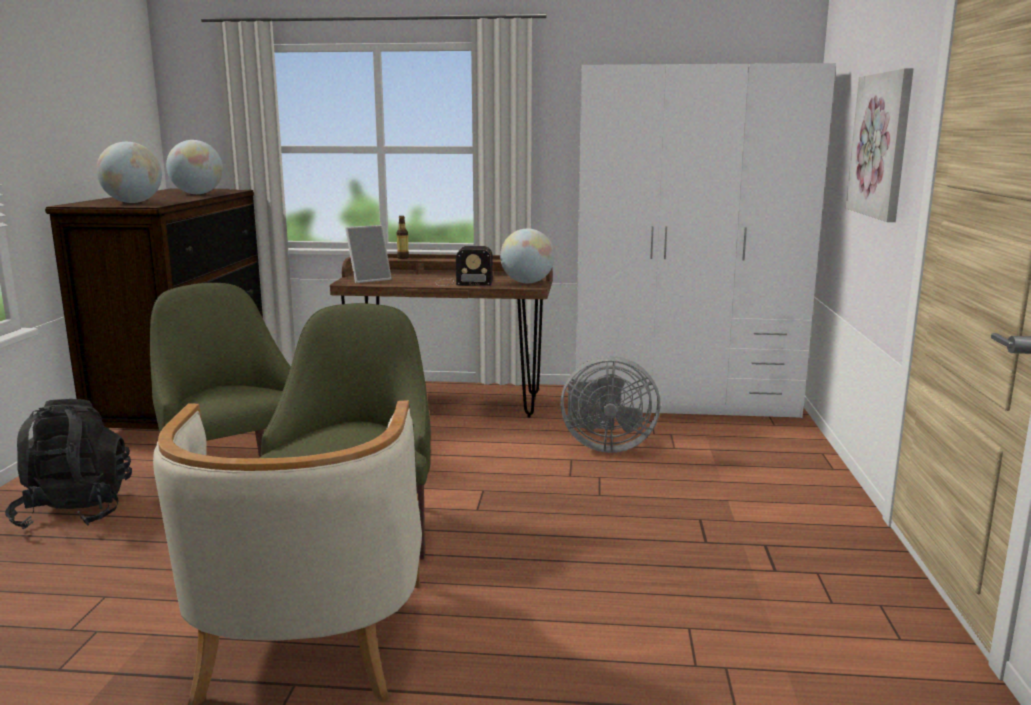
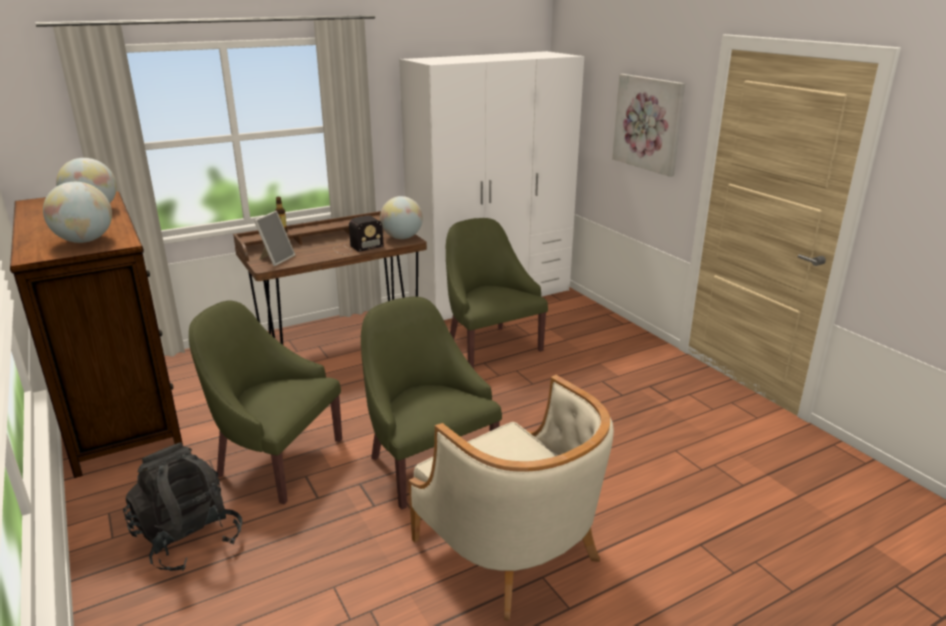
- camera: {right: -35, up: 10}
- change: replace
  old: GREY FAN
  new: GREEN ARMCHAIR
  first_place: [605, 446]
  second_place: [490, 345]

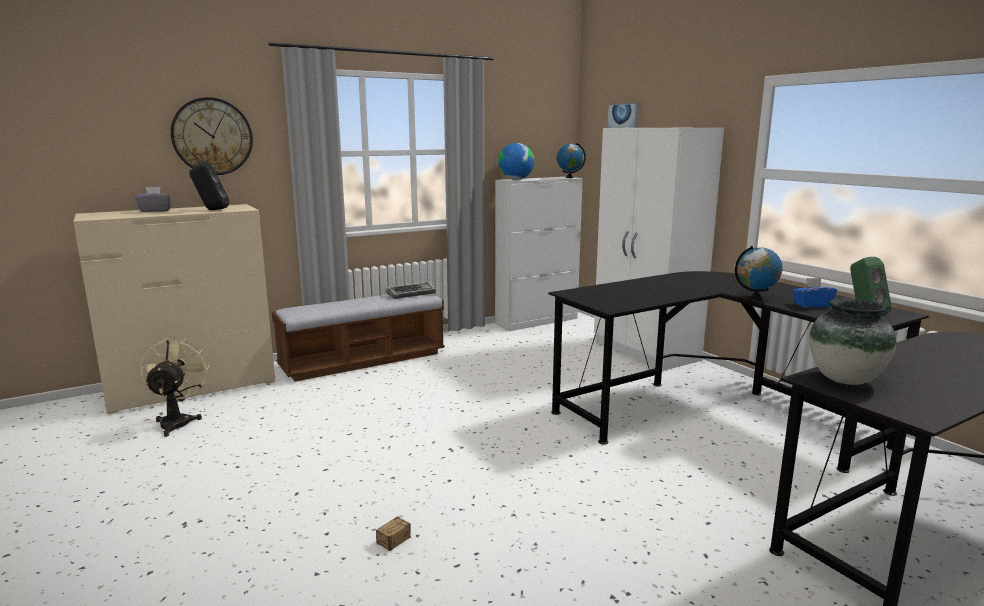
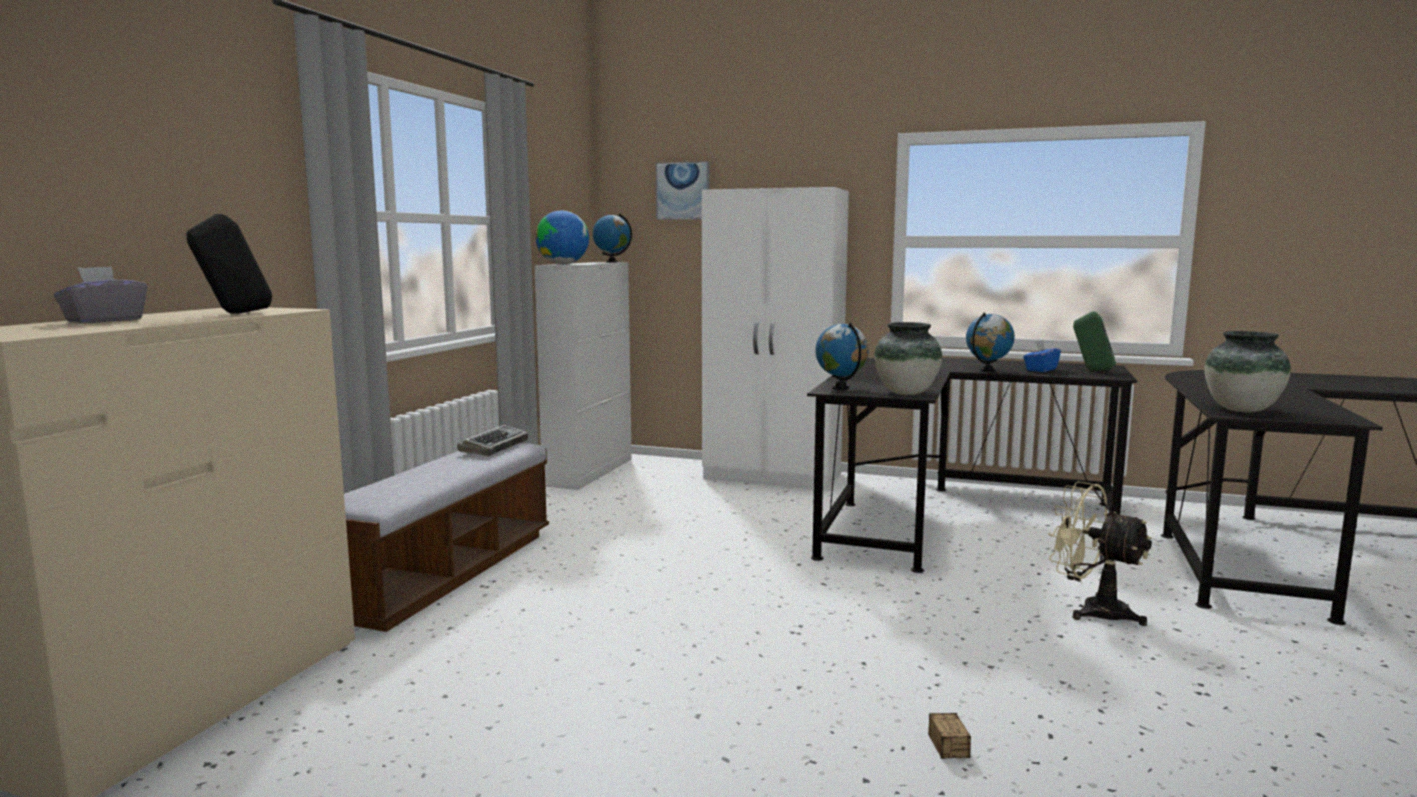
- camera: {right: -40, up: -5}
- change: insert
  new: GLOBE
  second_place: [841, 388]
- change: insert
  new: VASE
  second_place: [907, 393]
- change: move
  old: BEIGE FAN
  first_place: [178, 421]
  second_place: [1092, 610]
- change: delete
  old: WALL CLOCK
  first_place: [212, 136]

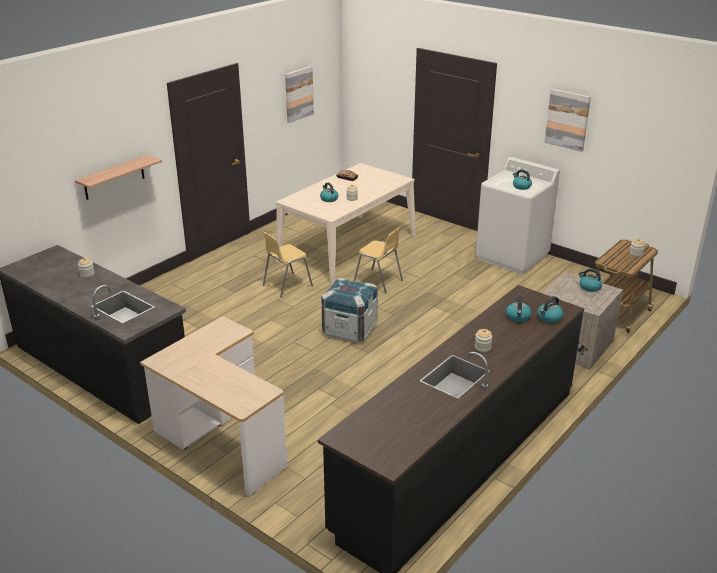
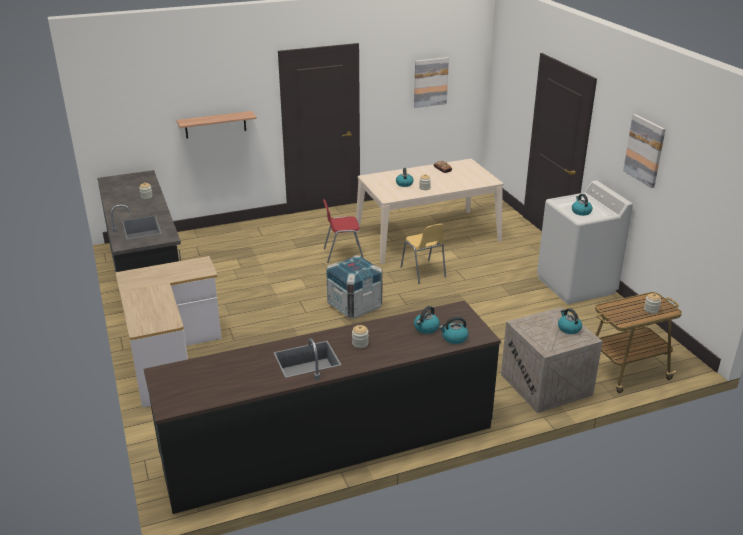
- camera: {right: 30, up: 0}
- change: recolor
  old: YELLOW CHAIR
  new: RED CHAIR
  first_place: [286, 285]
  second_place: [342, 254]

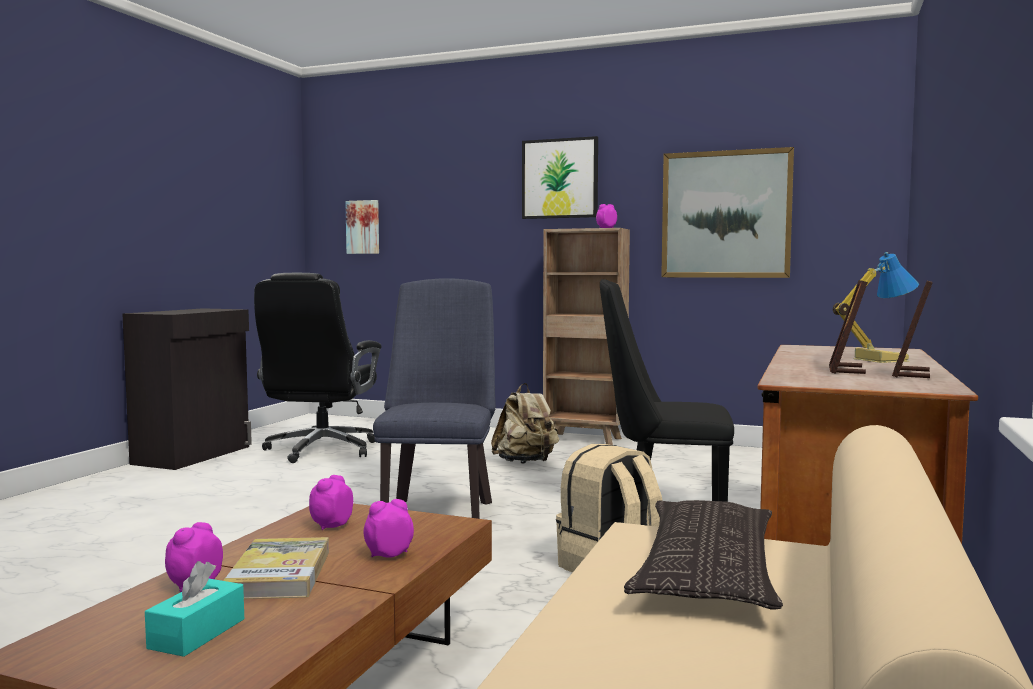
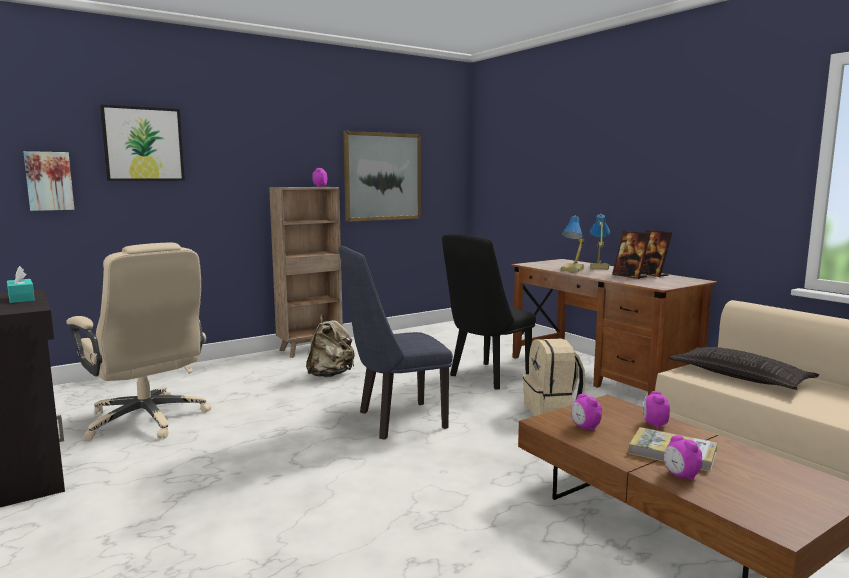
- camera: {right: -55, up: 5}
- change: move
  old: TURQUOISE TISSUE BOX
  first_place: [197, 633]
  second_place: [21, 298]
- change: recolor
  old: BLACK OFFICE CHAIR
  new: BEIGE OFFICE CHAIR
  first_place: [321, 450]
  second_place: [147, 420]
- change: move
  old: PICTURE
  first_place: [560, 178]
  second_place: [143, 144]
- change: rotate
  old: BLUE CHAIR
  first_place: [438, 510]
  second_place: [394, 421]
  degrees: -60
- change: insert
  new: TABLE LAMP
  second_place: [573, 270]

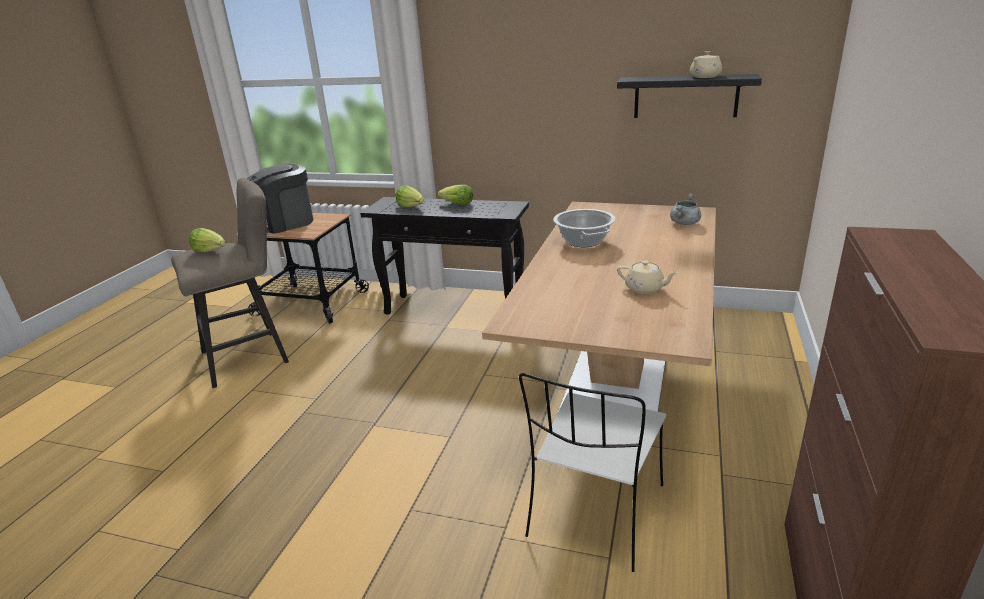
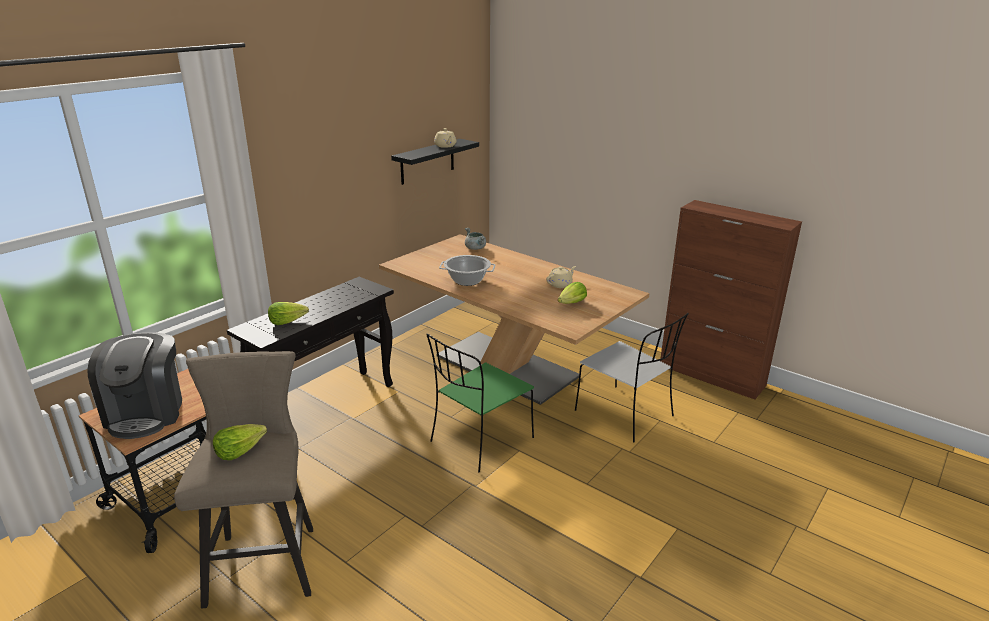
- camera: {right: -70, up: 0}
- change: insert
  new: GREEN CHAIR
  second_place: [480, 441]
- change: move
  old: LETTUCE
  first_place: [457, 204]
  second_place: [572, 303]

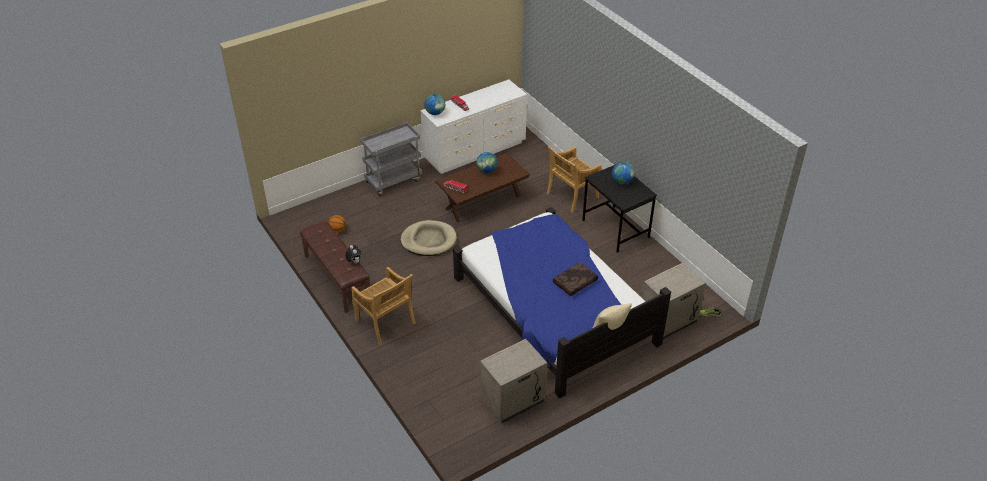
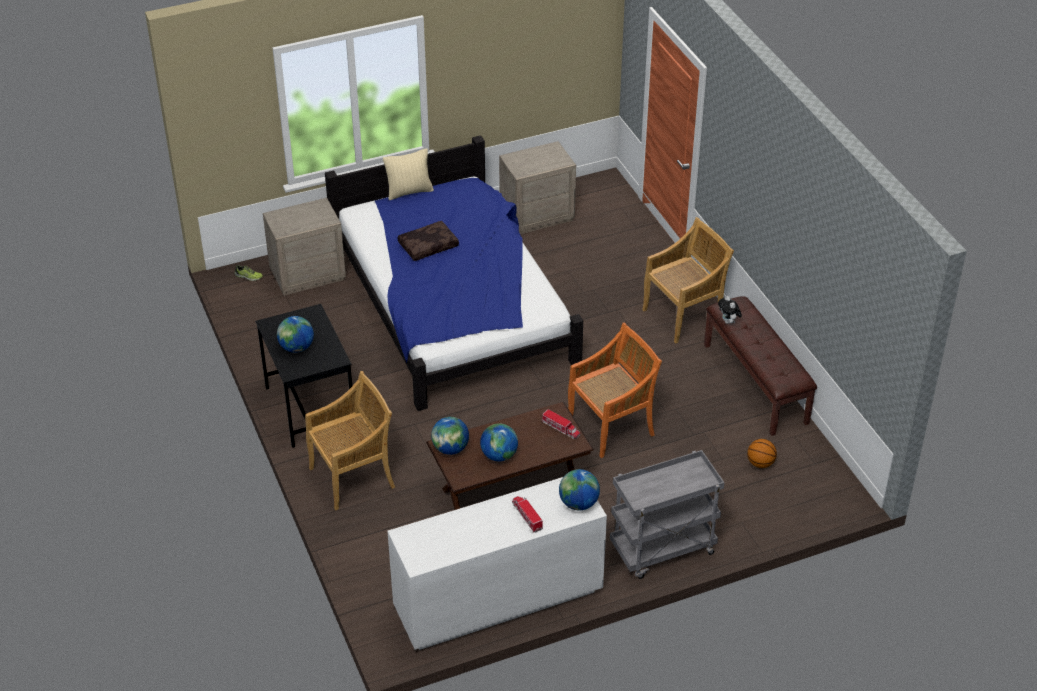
- camera: {right: -170, up: 0}
- change: insert
  new: GLOBE
  second_place: [450, 449]
- change: replace
  old: BEIGE DOG BED
  new: ORANGE CHAIR
  first_place: [428, 240]
  second_place: [612, 426]
- change: rotate
  old: BEIGE CHAIR
  first_place: [386, 322]
  second_place: [684, 316]
  degrees: 90

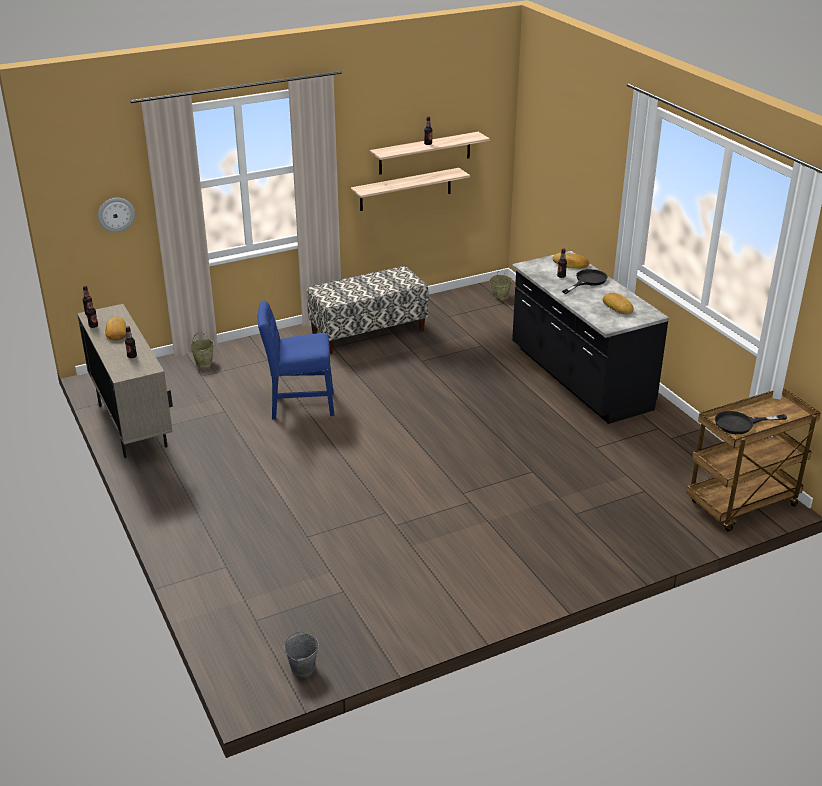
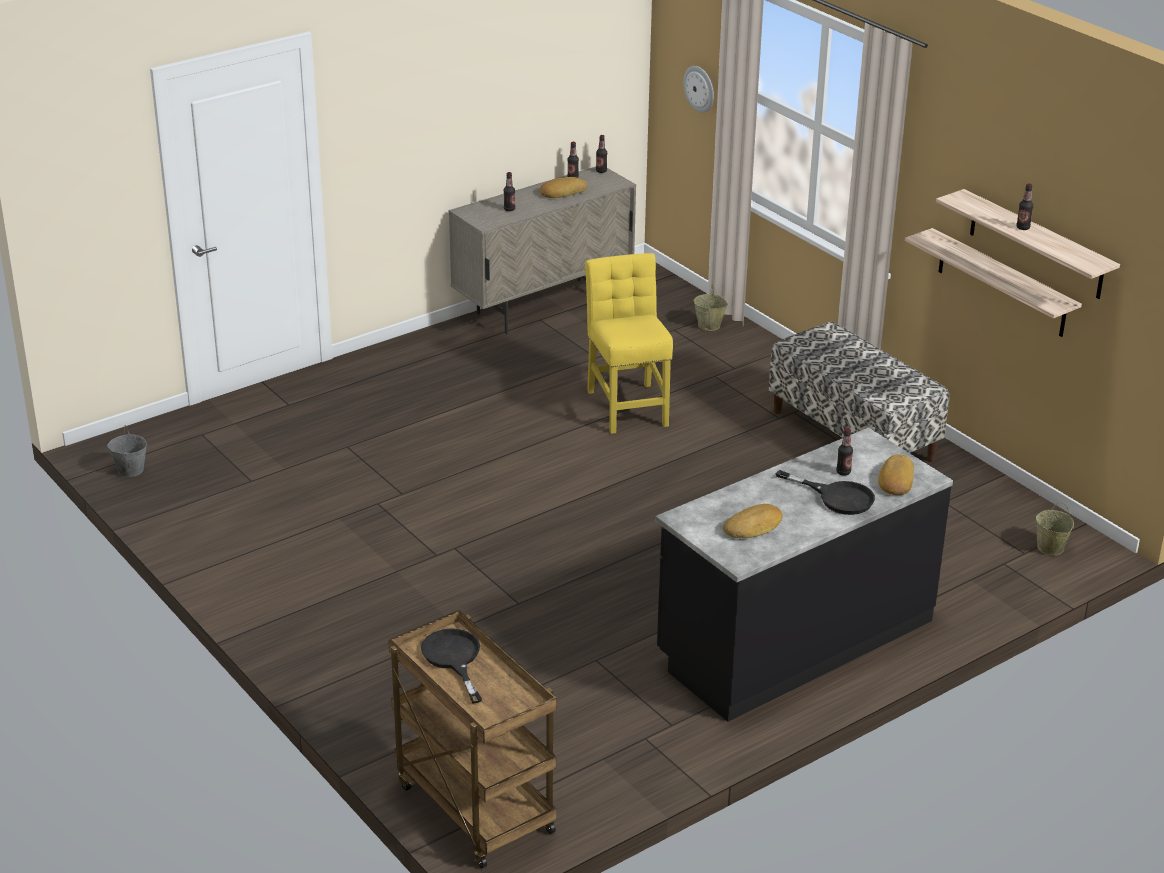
- camera: {right: 80, up: 0}
- change: recolor
  old: BLUE CHAIR
  new: YELLOW CHAIR
  first_place: [298, 405]
  second_place: [627, 405]

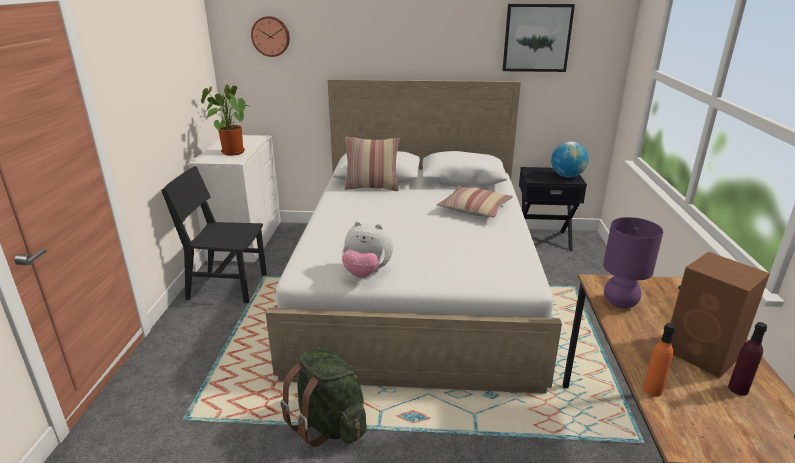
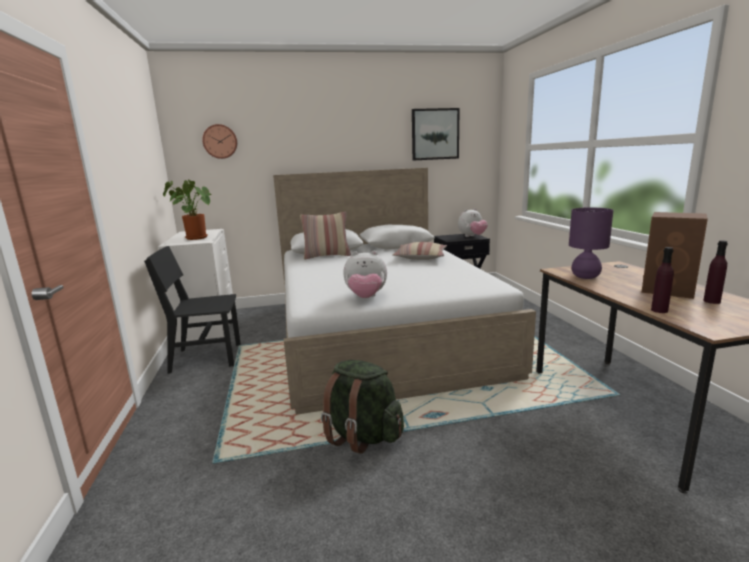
- camera: {right: -15, up: -10}
- change: replace
  old: GLOBE
  new: PLUSH TOY
  first_place: [567, 176]
  second_place: [472, 236]
- change: recolor
  old: ORANGE BOTTLE
  new: PURPLE BOTTLE
  first_place: [652, 390]
  second_place: [659, 310]

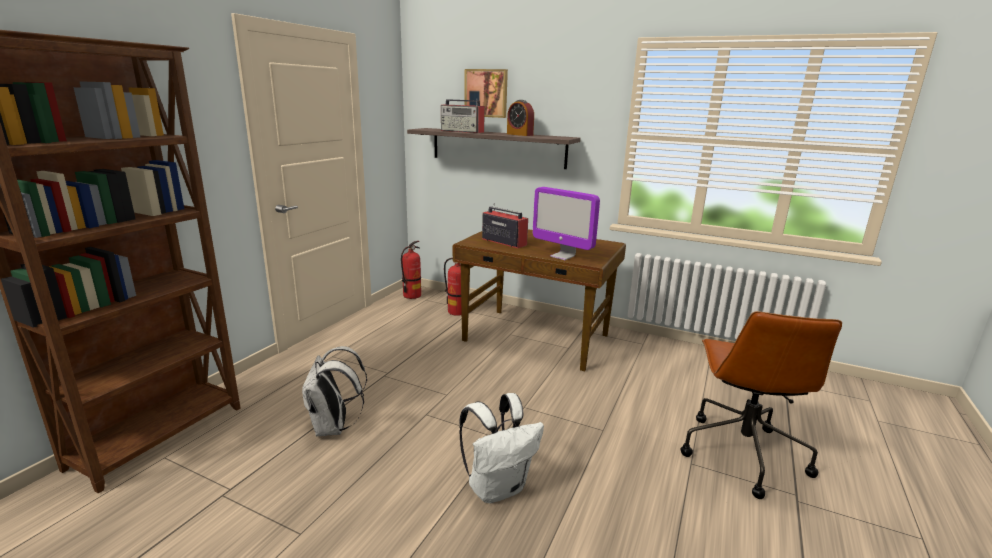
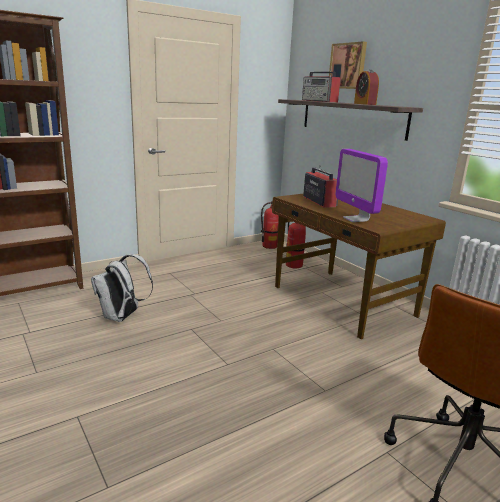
- camera: {right: 30, up: 0}
- change: delete
  old: WHITE BACKPACK
  first_place: [498, 487]

